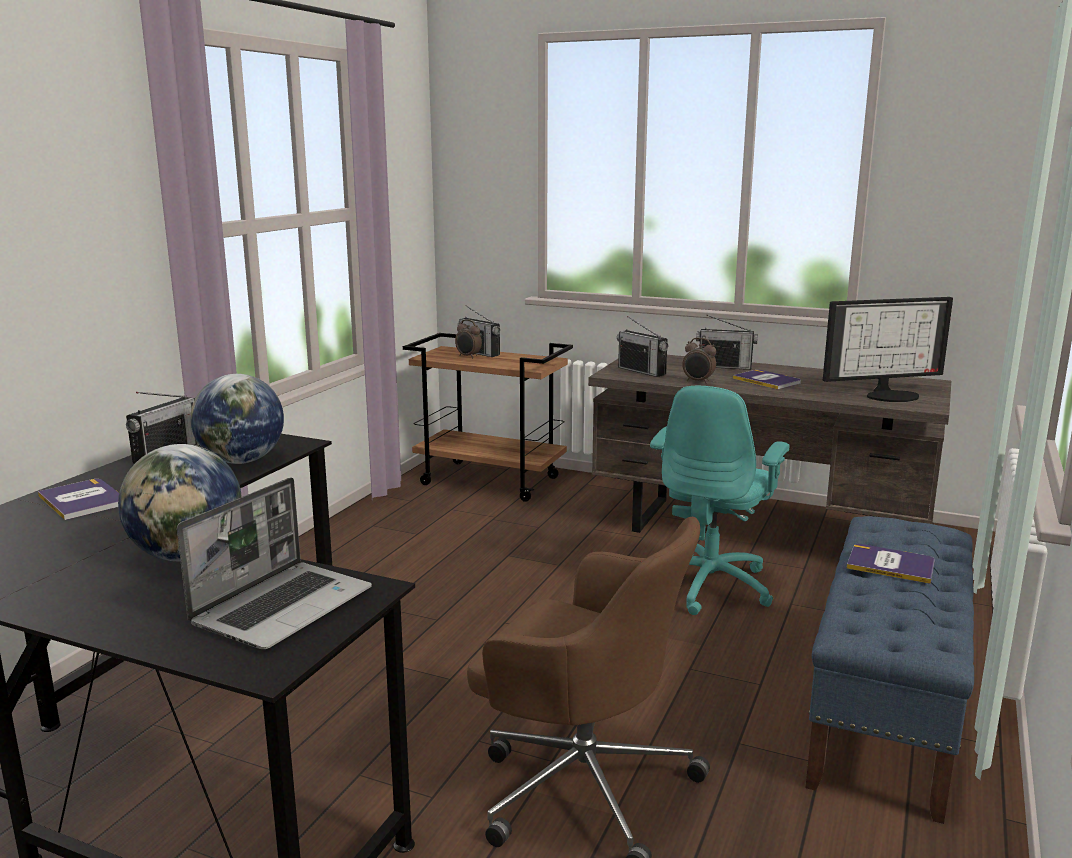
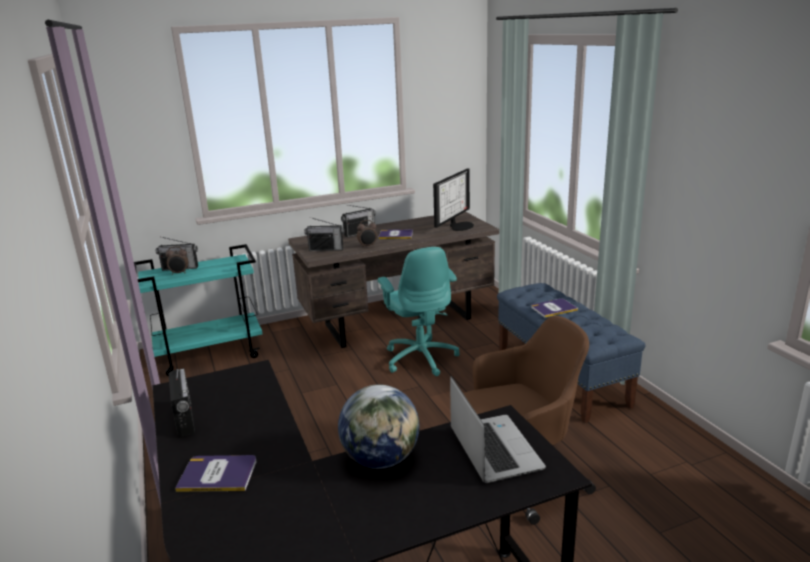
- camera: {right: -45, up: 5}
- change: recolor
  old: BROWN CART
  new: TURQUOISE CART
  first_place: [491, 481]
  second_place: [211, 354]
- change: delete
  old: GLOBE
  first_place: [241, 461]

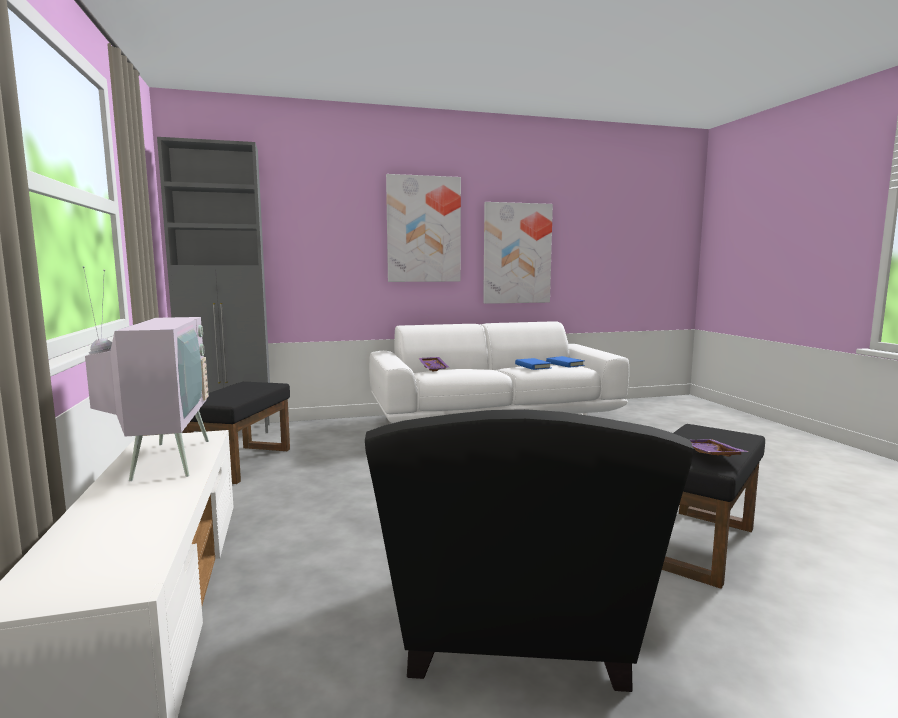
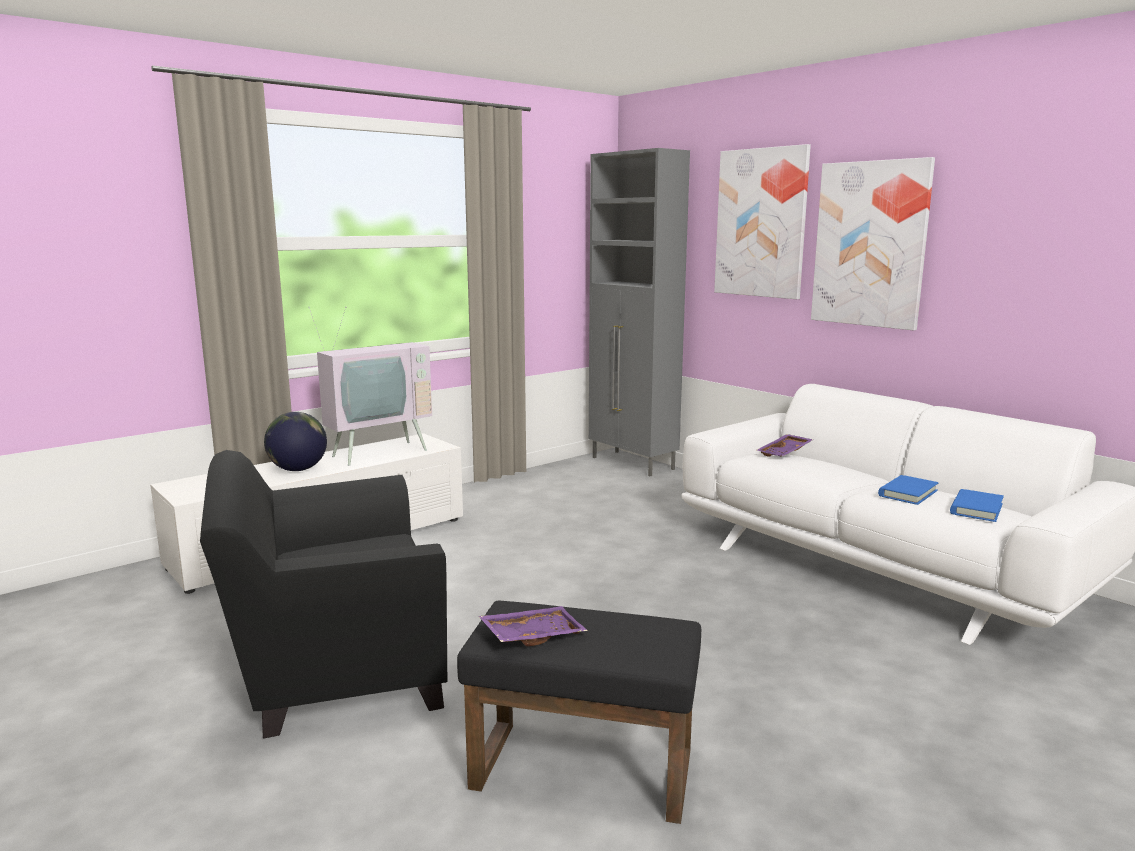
- camera: {right: 65, up: 5}
- change: insert
  new: GLOBE
  second_place: [298, 469]
- change: move
  old: PICTURE
  first_place: [517, 253]
  second_place: [761, 223]
- change: delete
  old: BLACK OTTOMAN
  first_place: [241, 462]

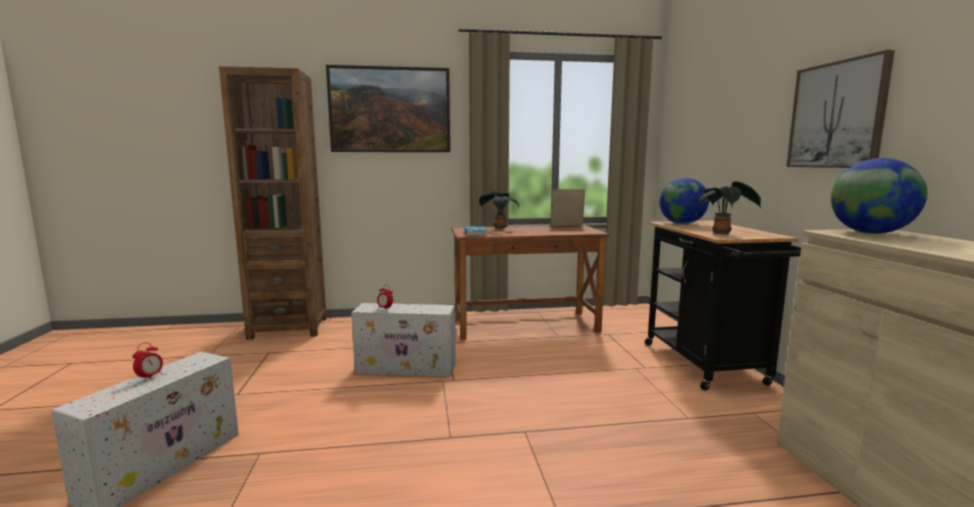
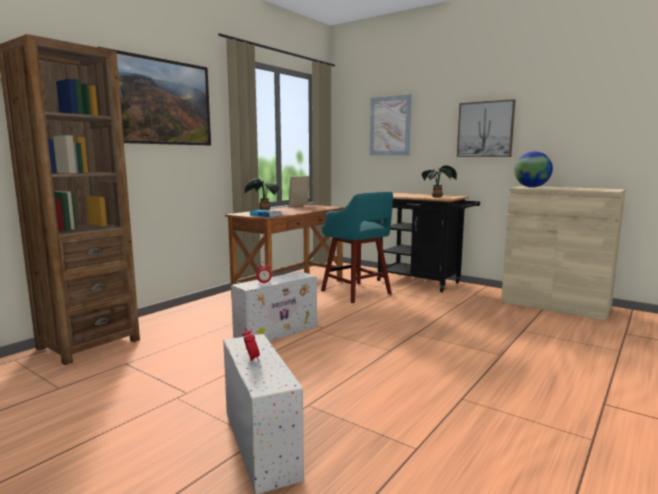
- camera: {right: -45, up: 0}
- change: insert
  new: TURQUOISE STOOL
  second_place: [357, 293]
- change: insert
  new: PICTURE
  second_place: [390, 126]
- change: delete
  old: GLOBE
  first_place: [682, 224]

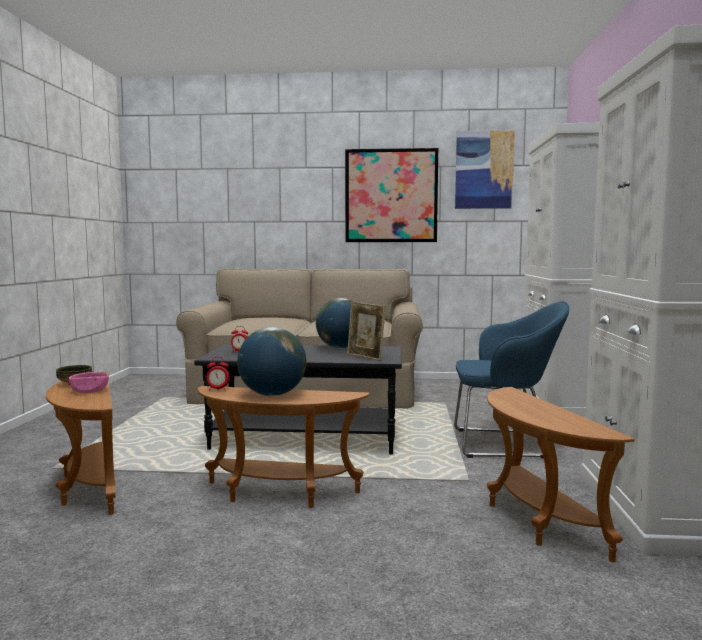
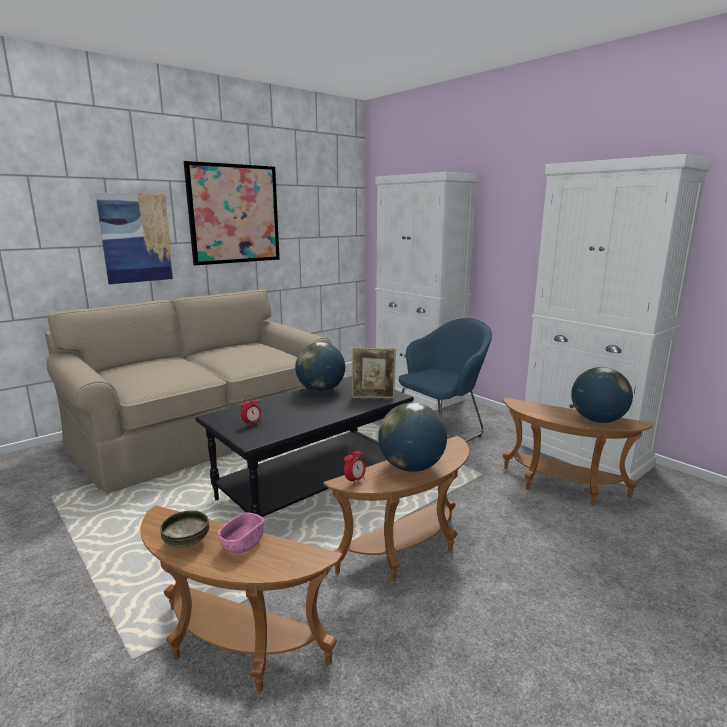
- camera: {right: -45, up: 10}
- change: move
  old: PICTURE
  first_place: [484, 170]
  second_place: [136, 238]
- change: insert
  new: GLOBE
  second_place: [598, 420]

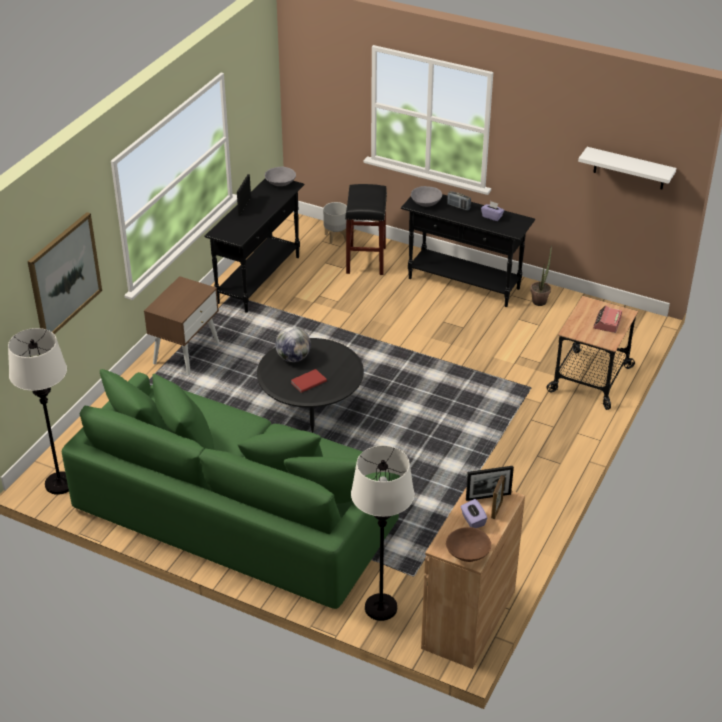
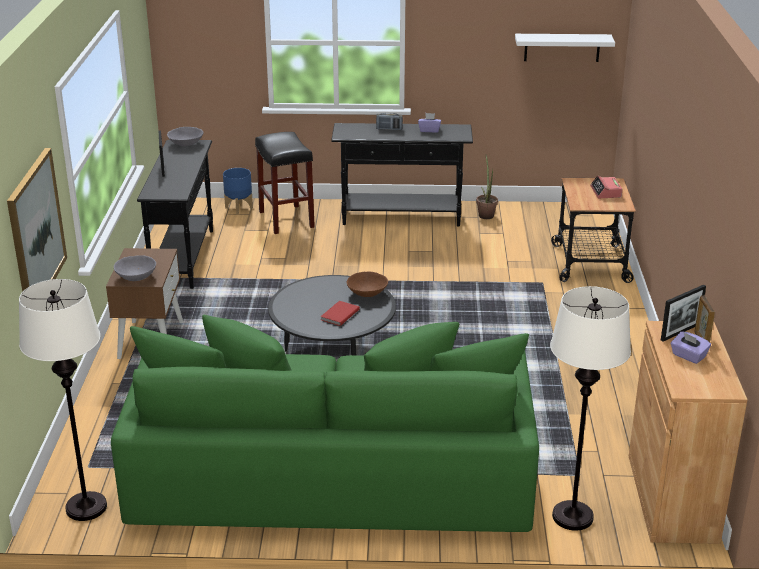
- camera: {right: -25, up: -10}
- change: move
  old: GREY BOWL
  first_place: [426, 203]
  second_place: [136, 277]
- change: recolor
  old: GREY PLANTER
  new: BLUE PLANTER
  first_place: [336, 237]
  second_place: [239, 208]
- change: move
  old: BROWN BOWL
  first_place: [468, 553]
  second_place: [367, 292]
- change: delete
  old: GLOBE
  first_place: [293, 358]

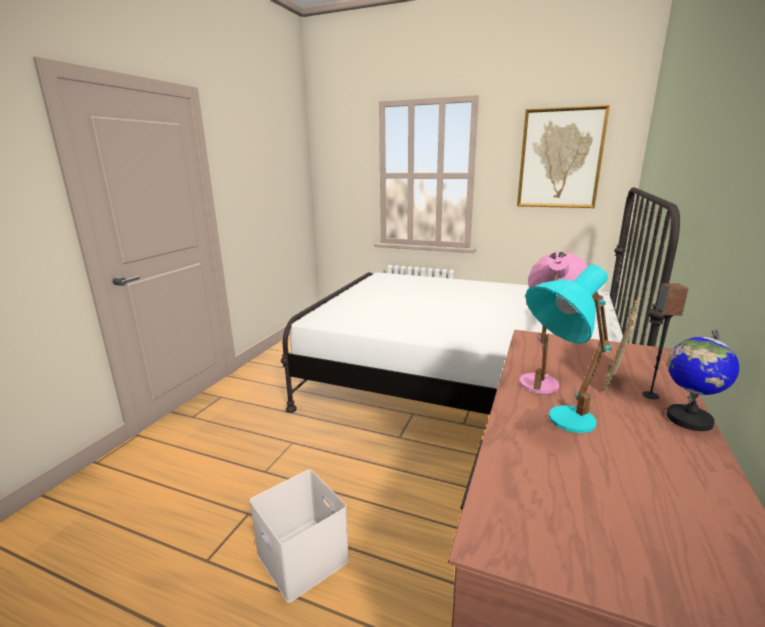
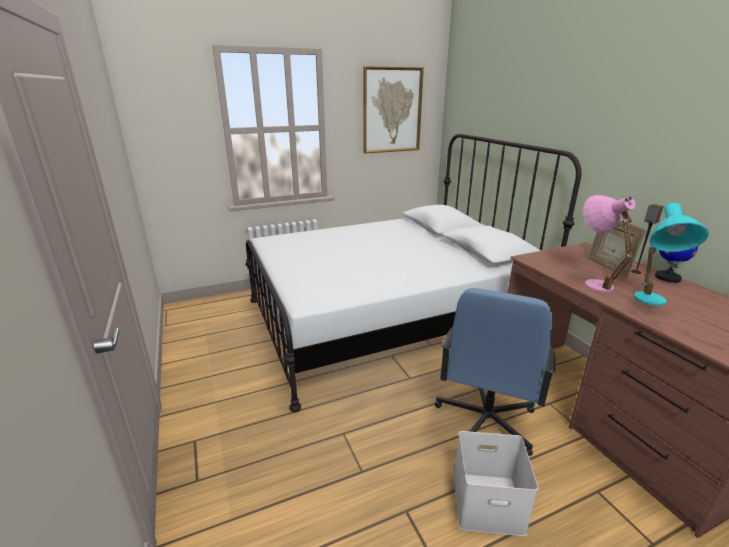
- camera: {right: -45, up: 5}
- change: insert
  new: BLUE OFFICE CHAIR
  second_place: [485, 421]

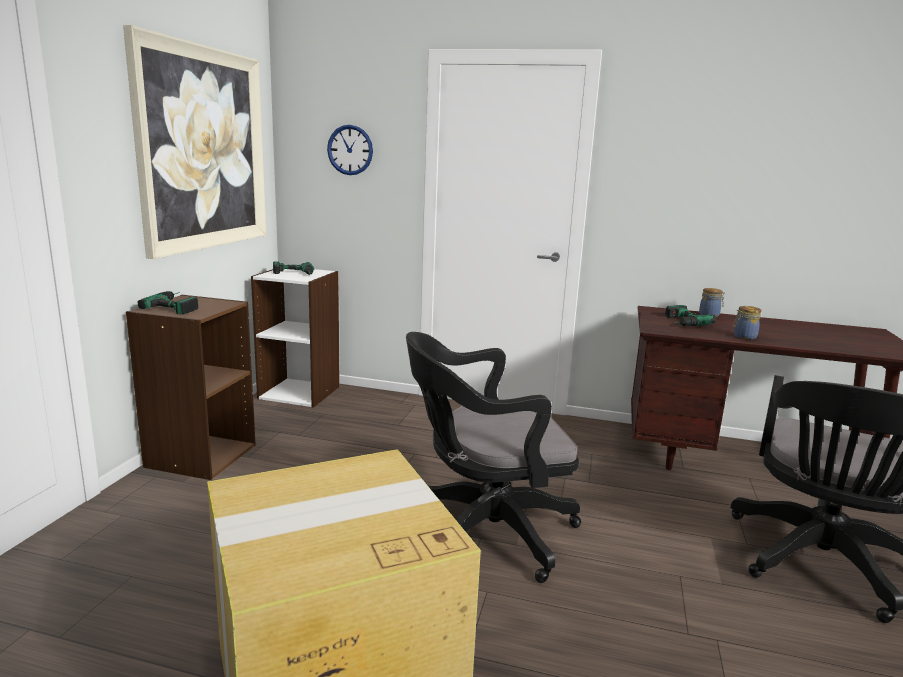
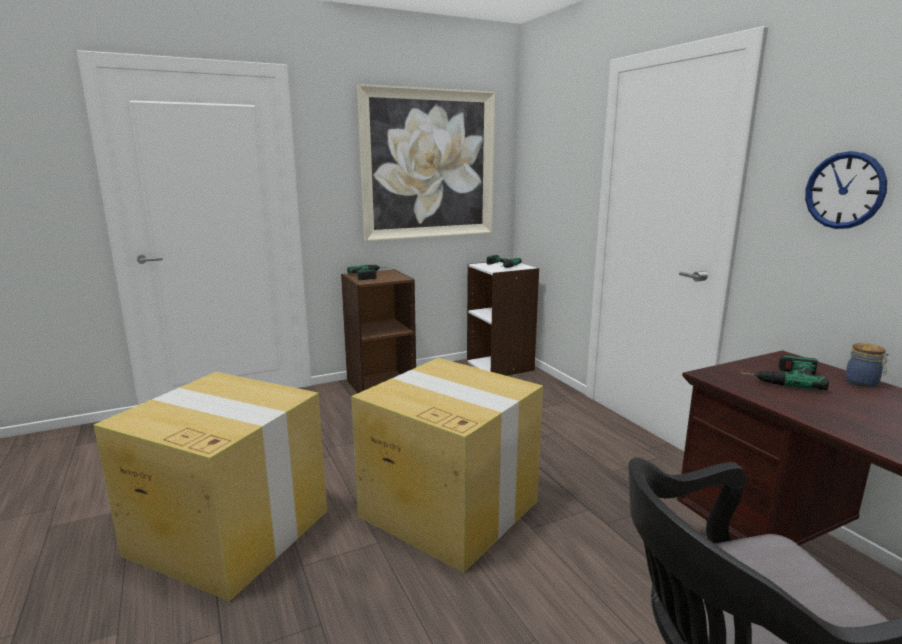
- camera: {right: 50, up: 0}
- change: replace
  old: BLACK OFFICE CHAIR
  new: CARDBOARD BOX
  first_place: [484, 531]
  second_place: [447, 508]
- change: move
  old: WALL CLOCK
  first_place: [350, 150]
  second_place: [844, 190]
- change: delete
  old: JAR
  first_place: [743, 336]

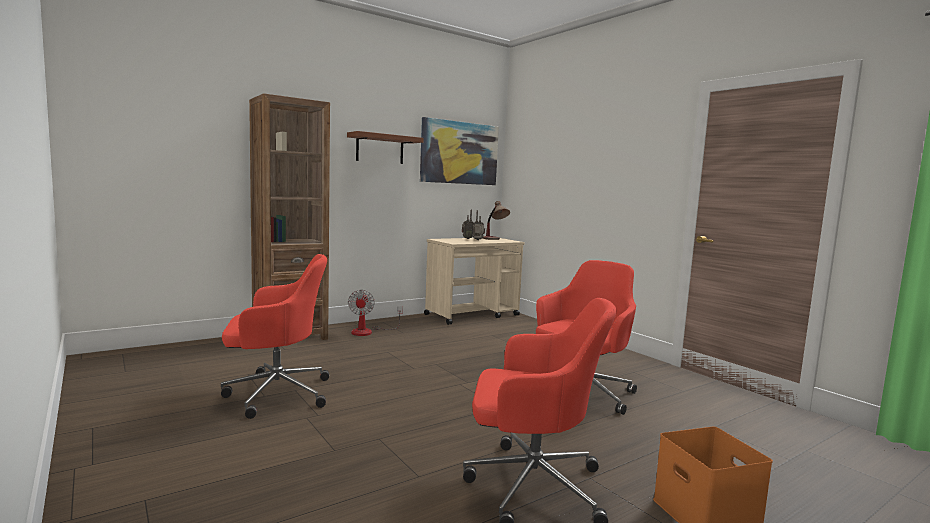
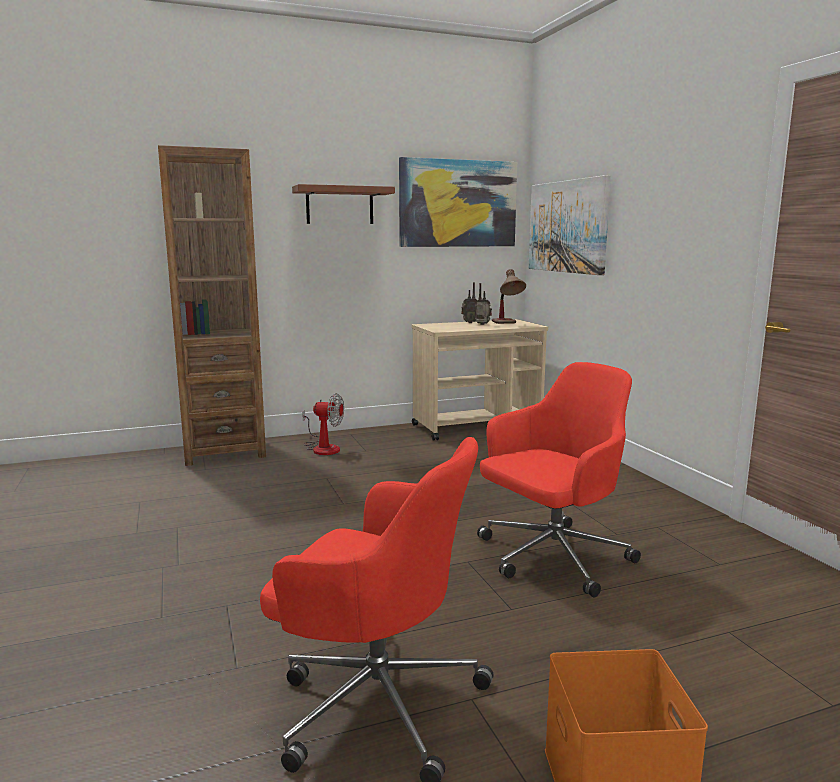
- camera: {right: 15, up: 5}
- change: rotate
  old: FAN
  first_place: [368, 331]
  second_place: [323, 448]
  degrees: -90
- change: insert
  new: PICTURE
  second_place: [567, 226]
- change: delete
  old: RED OFFICE CHAIR
  first_place: [275, 393]

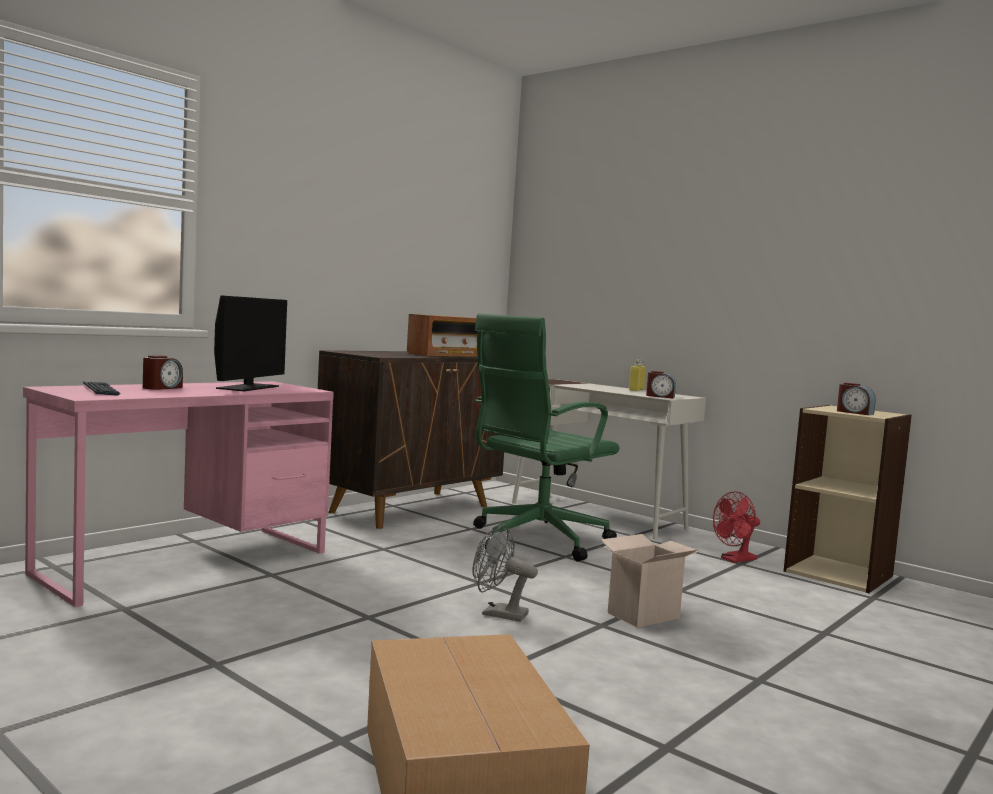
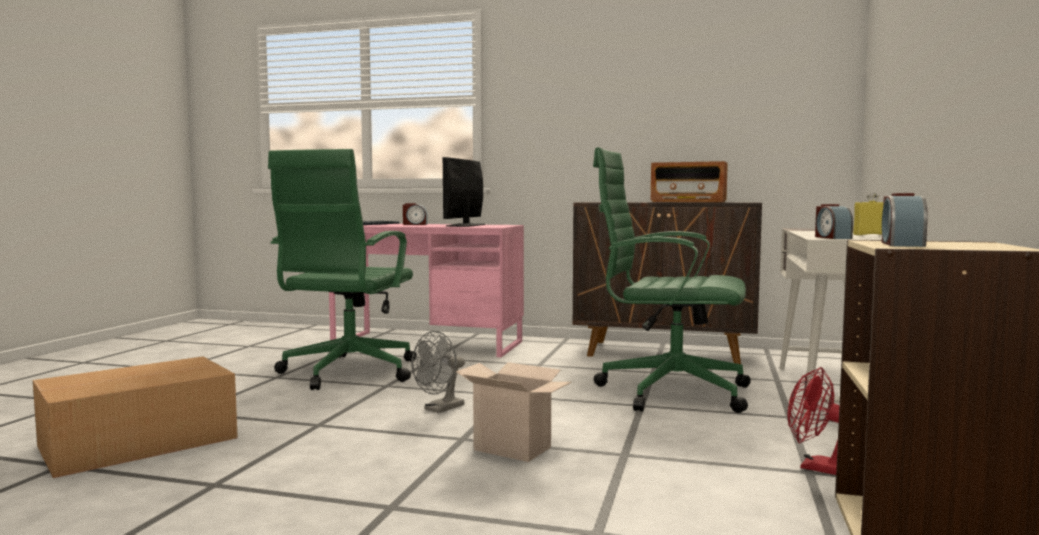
- camera: {right: 65, up: 0}
- change: insert
  new: GREEN OFFICE CHAIR
  second_place: [347, 373]
- change: rotate
  old: GREY FAN
  first_place: [497, 614]
  second_place: [440, 409]
  degrees: -135
- change: rotate
  old: MONITOR
  first_place: [248, 387]
  second_place: [466, 225]
  degrees: 120

